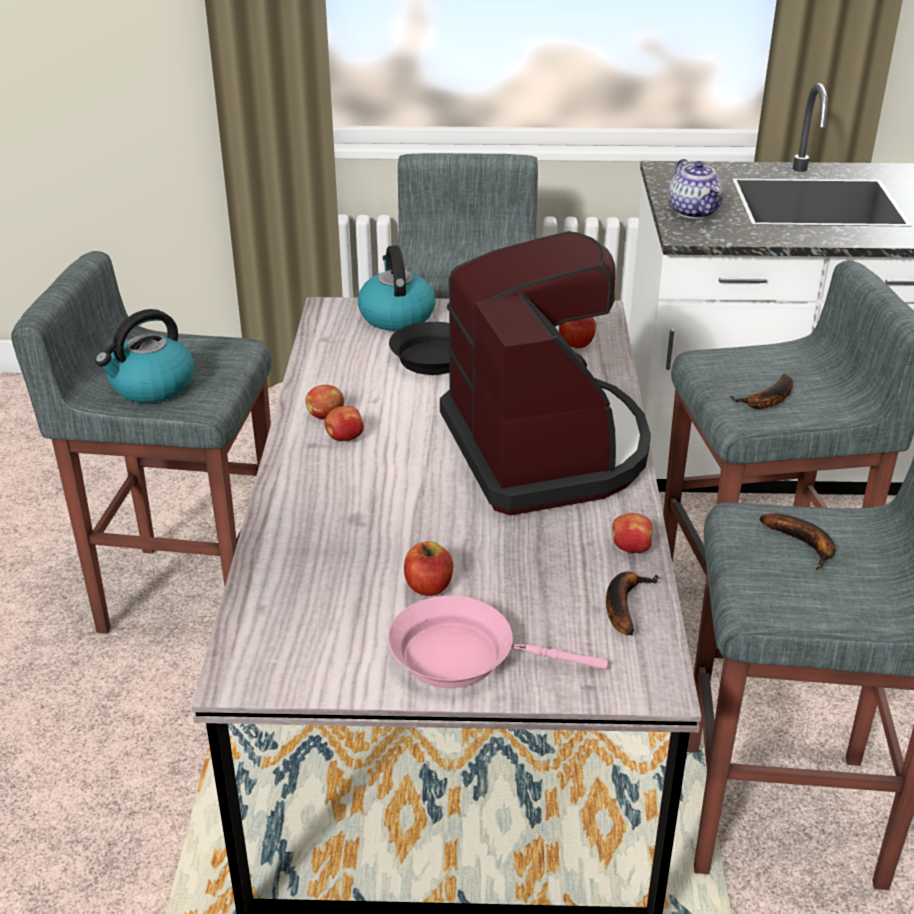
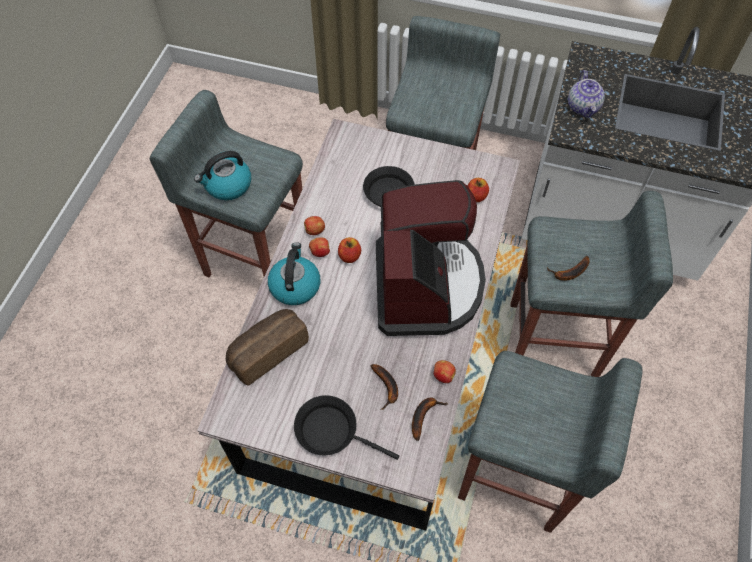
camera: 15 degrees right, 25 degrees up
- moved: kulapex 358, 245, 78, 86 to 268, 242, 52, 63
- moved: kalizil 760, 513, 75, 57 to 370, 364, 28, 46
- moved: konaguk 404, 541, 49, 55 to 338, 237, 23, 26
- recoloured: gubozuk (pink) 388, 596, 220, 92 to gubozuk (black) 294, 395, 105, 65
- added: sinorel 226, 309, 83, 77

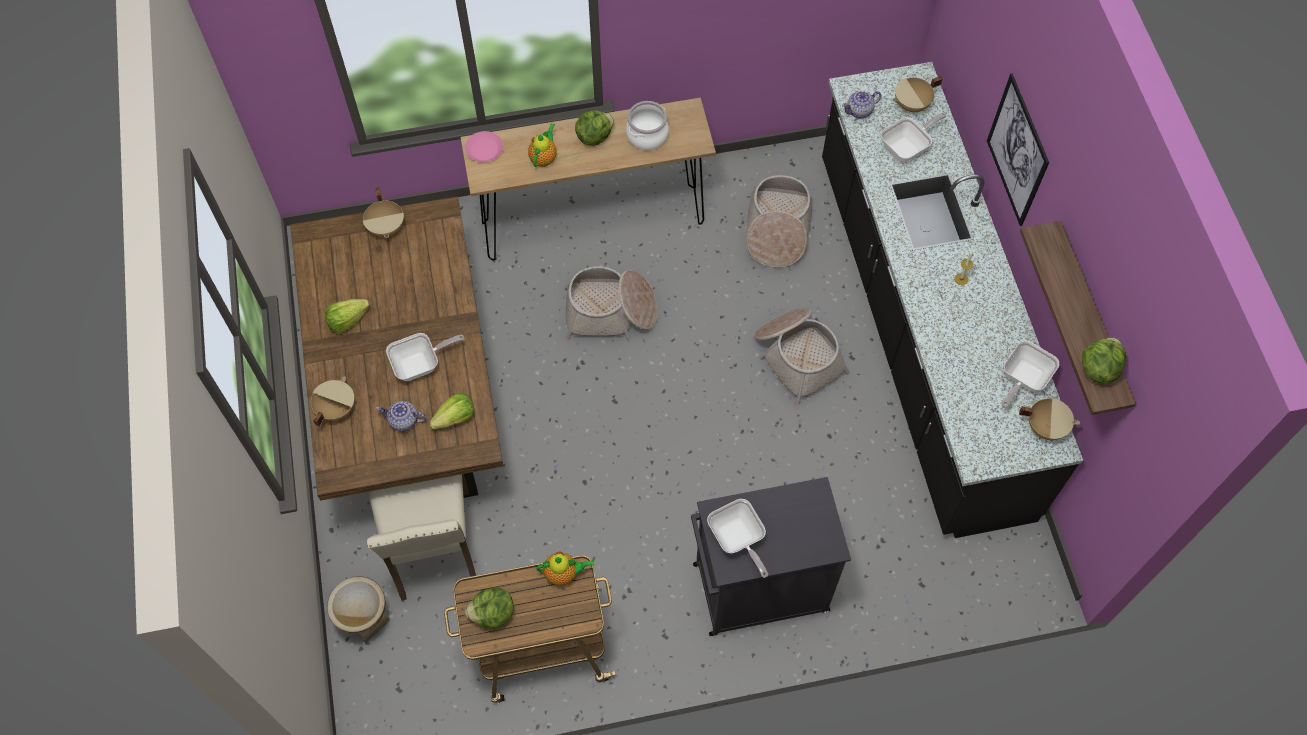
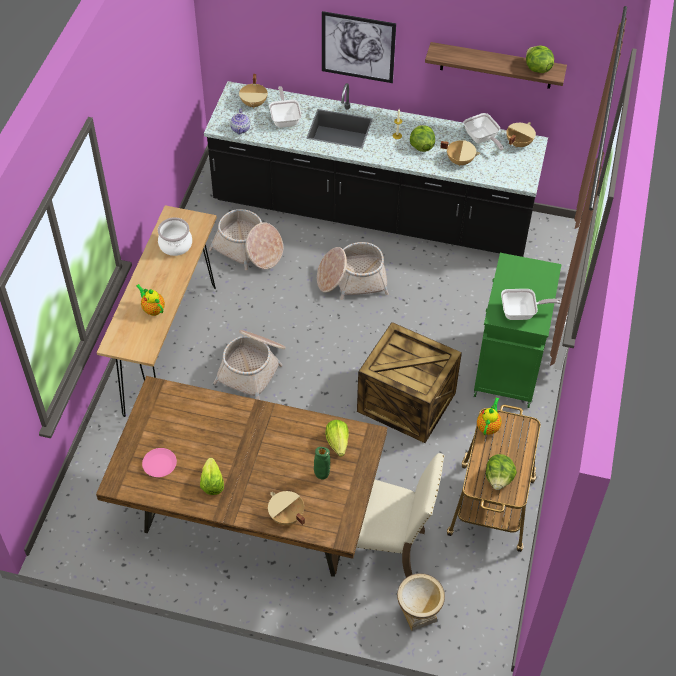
camera: 65 degrees left, 10 degrees down
- moved: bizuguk 575, 110, 39, 36 to 410, 125, 25, 27
- moved: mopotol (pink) 465, 131, 38, 31 to 142, 448, 35, 29
- moved: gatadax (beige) 363, 187, 41, 51 to 440, 140, 40, 26
- removed: gubozuk 386, 333, 79, 48
- replaced: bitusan 376, 401, 50, 30 to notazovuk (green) 314, 447, 16, 33
- recoloured: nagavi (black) 691, 477, 160, 159 to nagavi (green) 474, 253, 88, 155
- added: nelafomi 357, 322, 105, 121

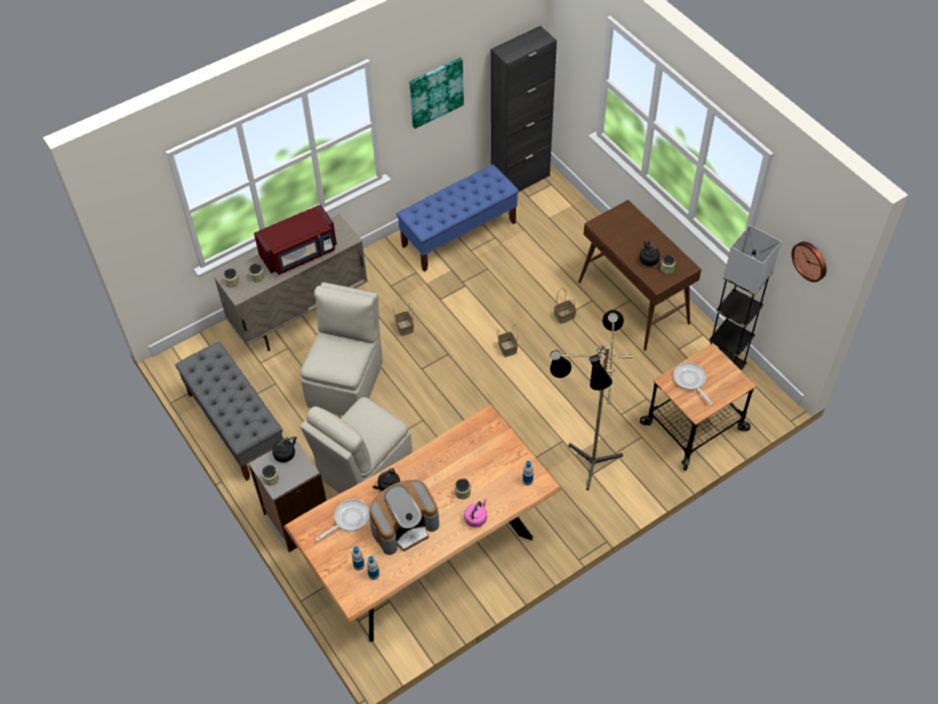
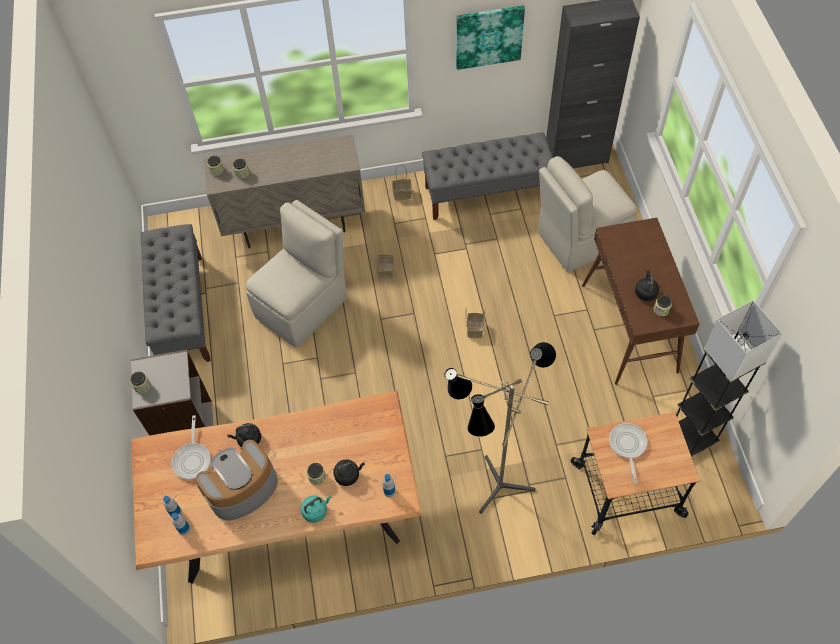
camera: 25 degrees right, 5 degrees up
- recoloured: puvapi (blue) 396, 164, 123, 108 to puvapi (grey) 422, 132, 131, 88
- removed: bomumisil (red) 254, 204, 83, 71
- removed: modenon 791, 242, 36, 40
- moved: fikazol 554, 288, 22, 36 to 392, 165, 20, 35
- moved: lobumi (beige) 300, 397, 112, 97 to 538, 156, 99, 116
- moved: kulapex (black) 272, 437, 25, 26 to 333, 460, 32, 26
- turned: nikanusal 369, 480, 70, 75 = 195, 440, 83, 81 150 degrees clockwise
- turned: gubozuk 316, 499, 54, 42 = 172, 415, 39, 65 105 degrees clockwise
- recoloured: kulapex (pink) 464, 499, 23, 29 to kulapex (turquoise) 301, 495, 30, 28

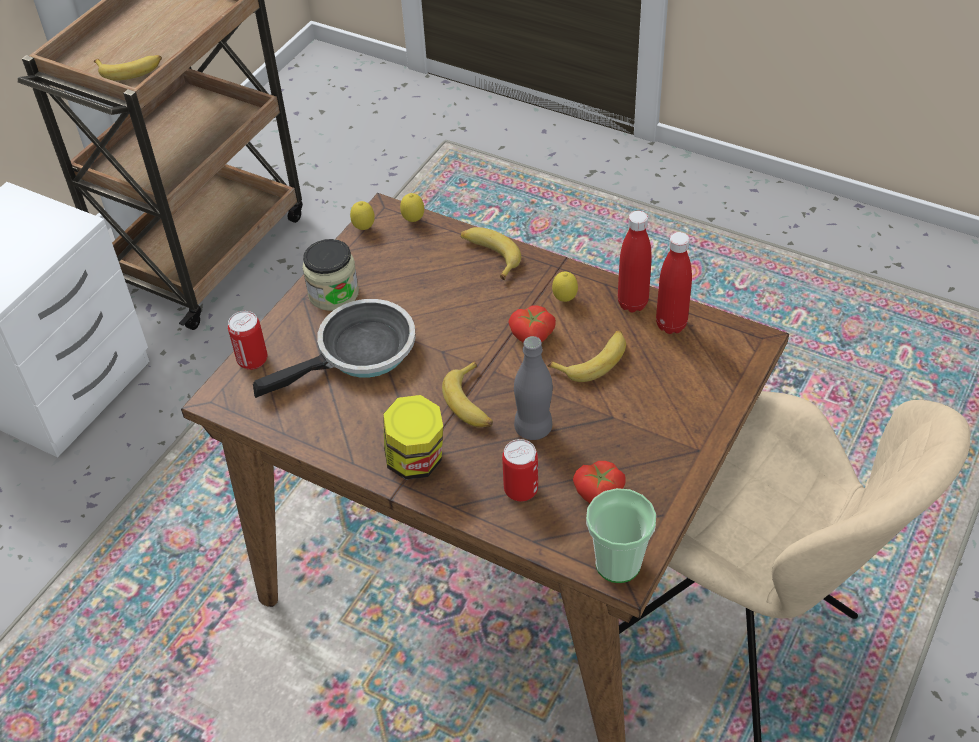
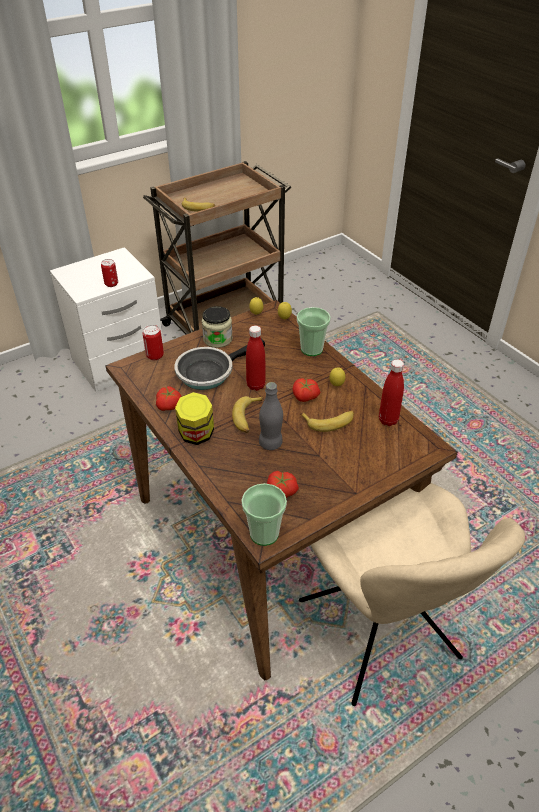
camera: 25 degrees right, 5 degrees down
- moved: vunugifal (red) 618, 211, 34, 101 to 246, 325, 20, 66
- replaced: kalizil 461, 227, 60, 53 to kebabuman 297, 307, 34, 49
- turned: gubozuk 253, 299, 163, 99 = 174, 339, 91, 51 150 degrees clockwise
- moved: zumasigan 502, 439, 36, 63 to 101, 259, 17, 28
- added: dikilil 156, 386, 26, 25

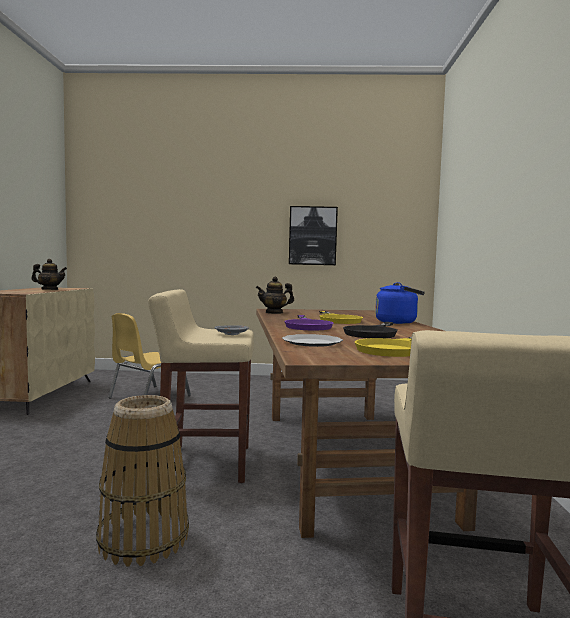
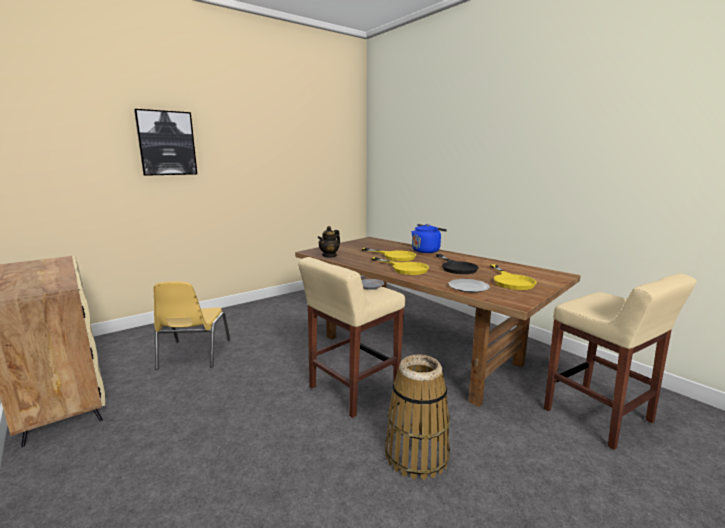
camera: 40 degrees left, 10 degrees up
- moved: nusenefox 289, 206, 49, 59 to 134, 109, 63, 67
- removed: bitusan 31, 259, 36, 31
- recoloured: gubozuk (purple) 284, 315, 49, 15 to gubozuk (yellow) 371, 257, 58, 18

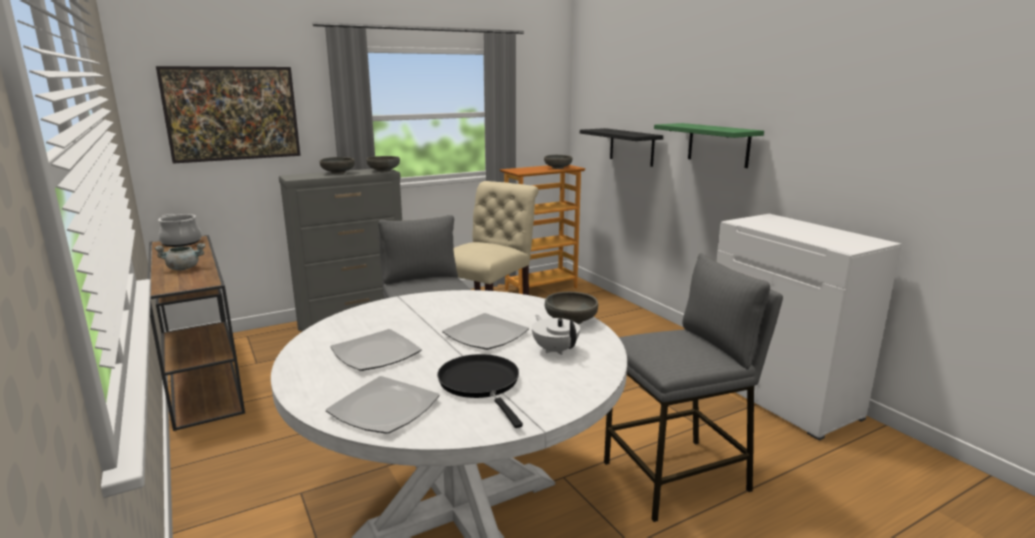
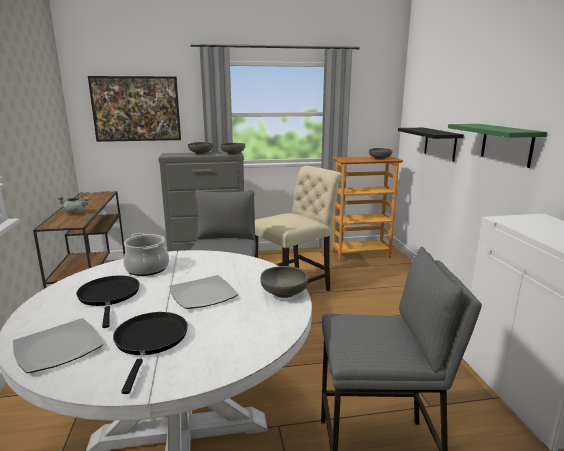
camera: 20 degrees right, 0 degrees up
- moved: gatadax 158, 214, 43, 33 to 123, 233, 46, 43
- removed: bitusan (white) 532, 315, 48, 40
- replaced: mopotol 330, 329, 92, 42 to gubozuk (black) 76, 275, 64, 53

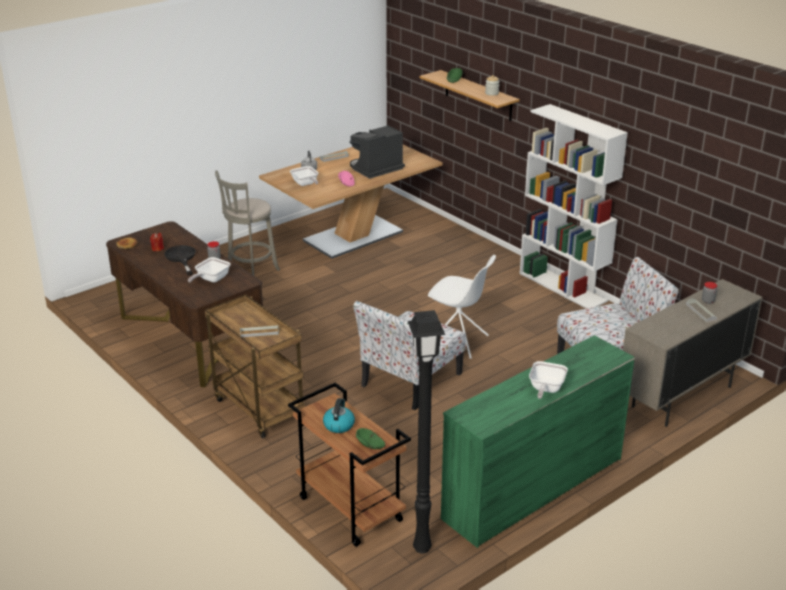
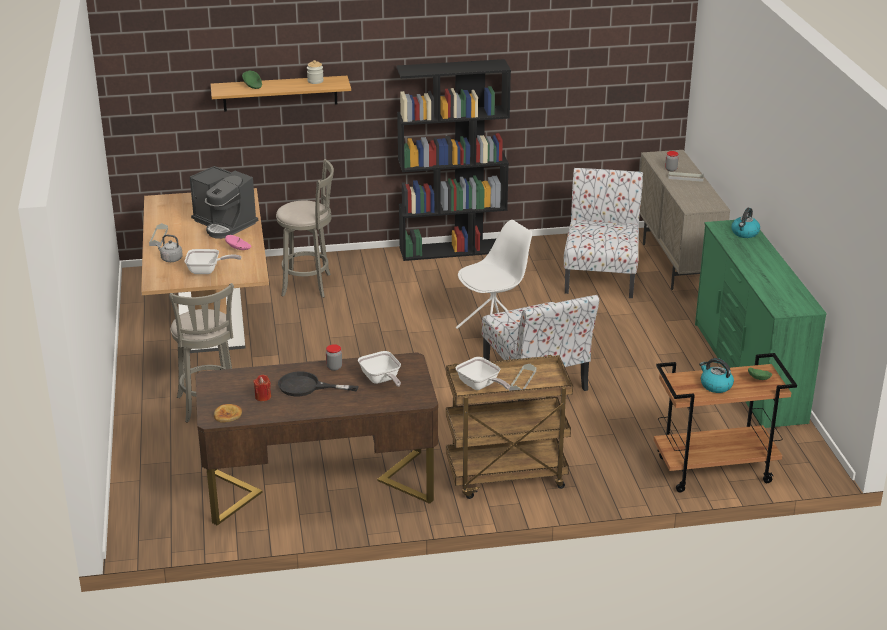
camera: 60 degrees left, 0 degrees up
- recoloured: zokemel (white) 520, 104, 108, 205 to zokemel (black) 396, 59, 115, 202
- turned: nikanusal 350, 125, 55, 54 = 190, 166, 68, 73 45 degrees counterclockwise
- removed: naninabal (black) 408, 310, 37, 244
- moved: gubozuk 529, 361, 39, 38 to 456, 357, 54, 33
- added: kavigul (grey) 276, 159, 58, 139
- added: kulapex 731, 208, 29, 30

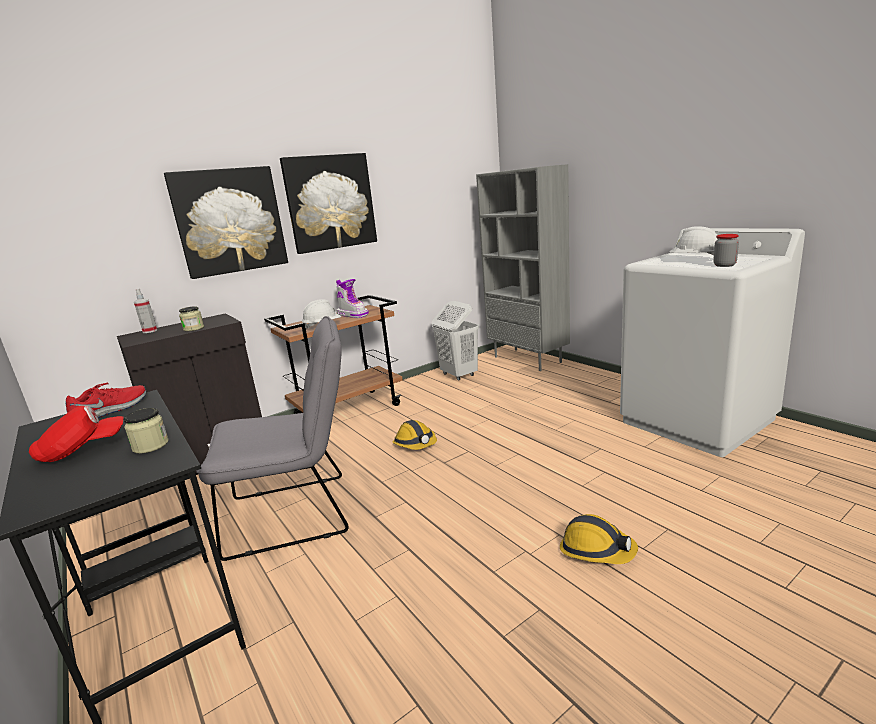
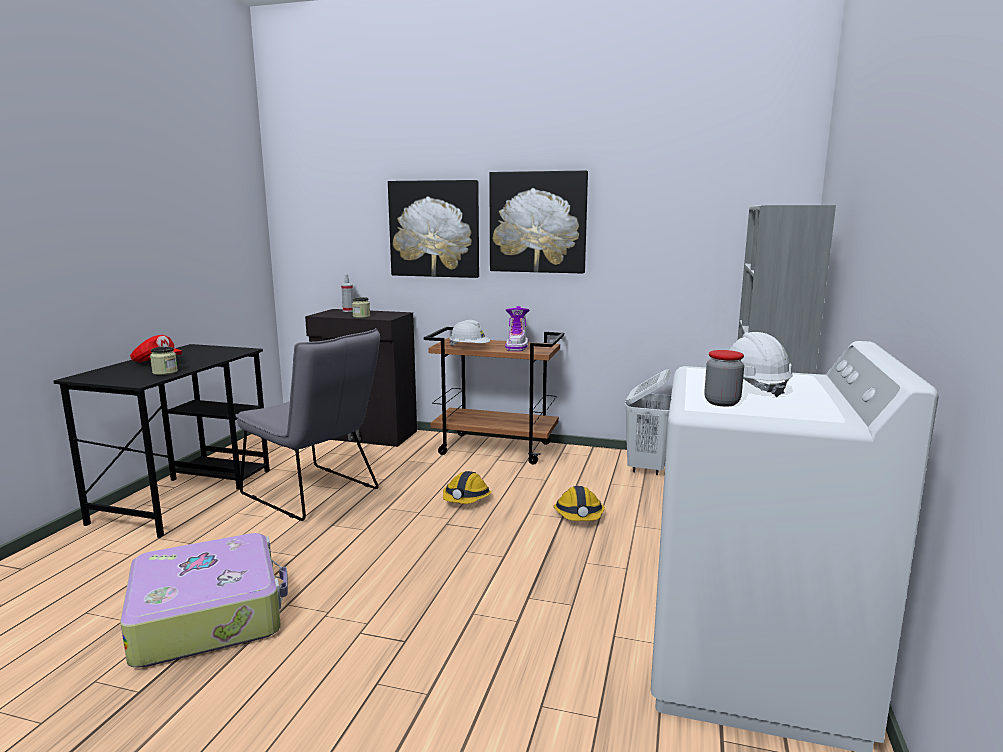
camera: 50 degrees right, 5 degrees down
- removed: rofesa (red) 65, 383, 81, 35
- moved: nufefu 560, 514, 78, 50 to 553, 486, 52, 35
- added: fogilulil 120, 533, 168, 134

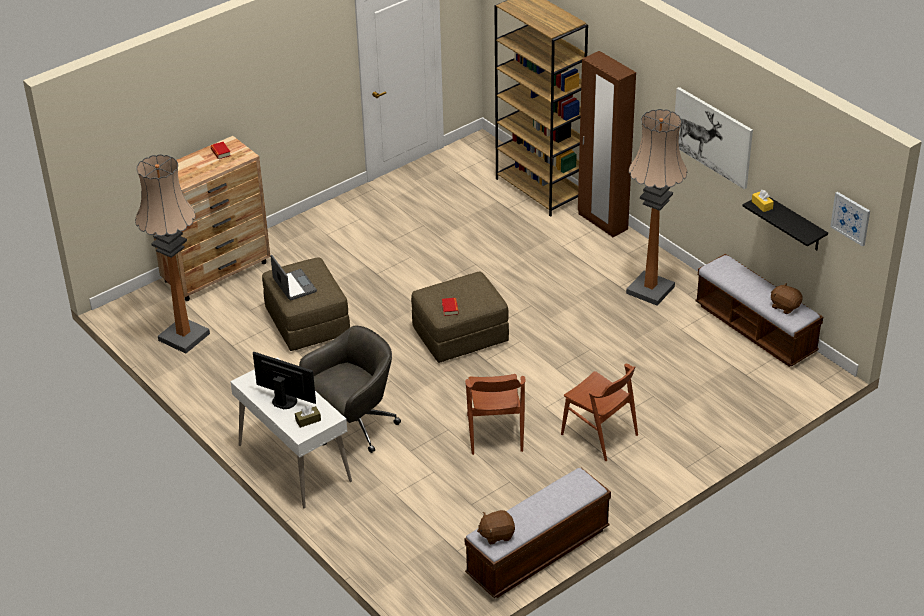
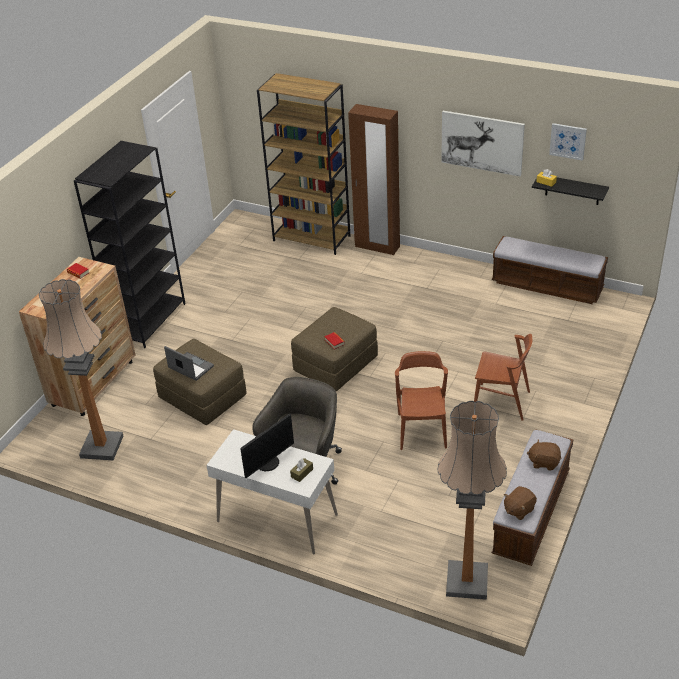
camera: 25 degrees left, 0 degrees up
- moved: naninabal 626, 109, 61, 197 to 438, 401, 69, 199
- moved: nusenefox 830, 192, 40, 55 to 549, 123, 38, 38
- moved: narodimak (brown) 771, 283, 32, 31 to 527, 439, 34, 31
- turned: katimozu 253, 352, 63, 57 = 240, 414, 54, 64 135 degrees clockwise
- turned: lobumi (brown) 465, 374, 61, 81 = 395, 351, 53, 99 150 degrees counterclockwise
- added: zokemel (black) 74, 141, 112, 207

